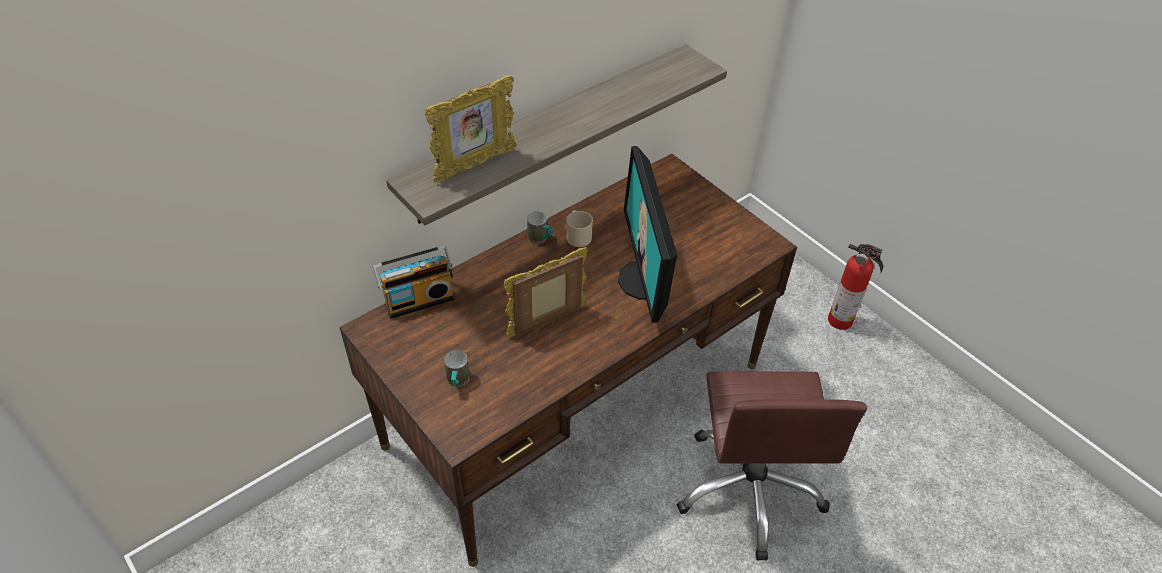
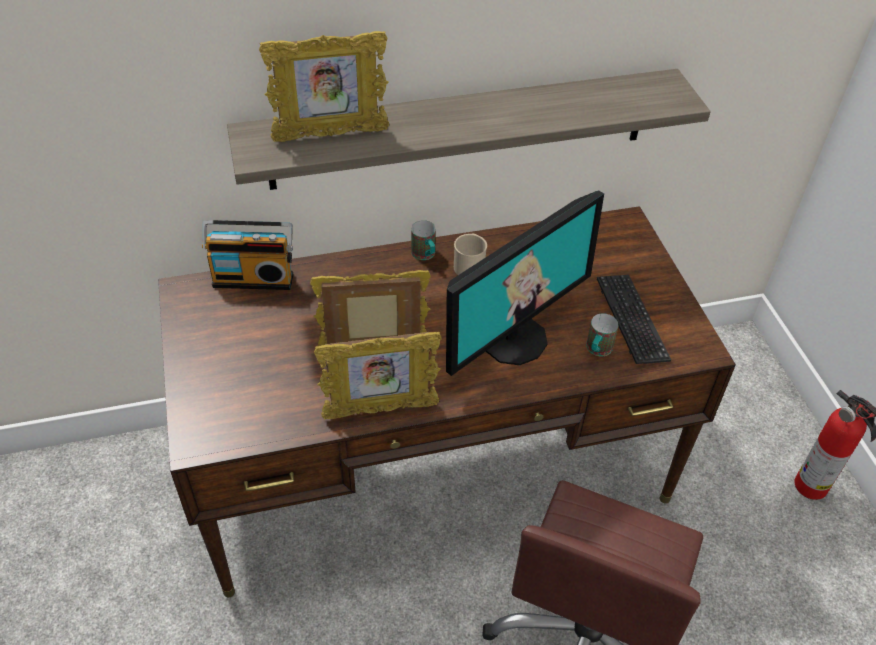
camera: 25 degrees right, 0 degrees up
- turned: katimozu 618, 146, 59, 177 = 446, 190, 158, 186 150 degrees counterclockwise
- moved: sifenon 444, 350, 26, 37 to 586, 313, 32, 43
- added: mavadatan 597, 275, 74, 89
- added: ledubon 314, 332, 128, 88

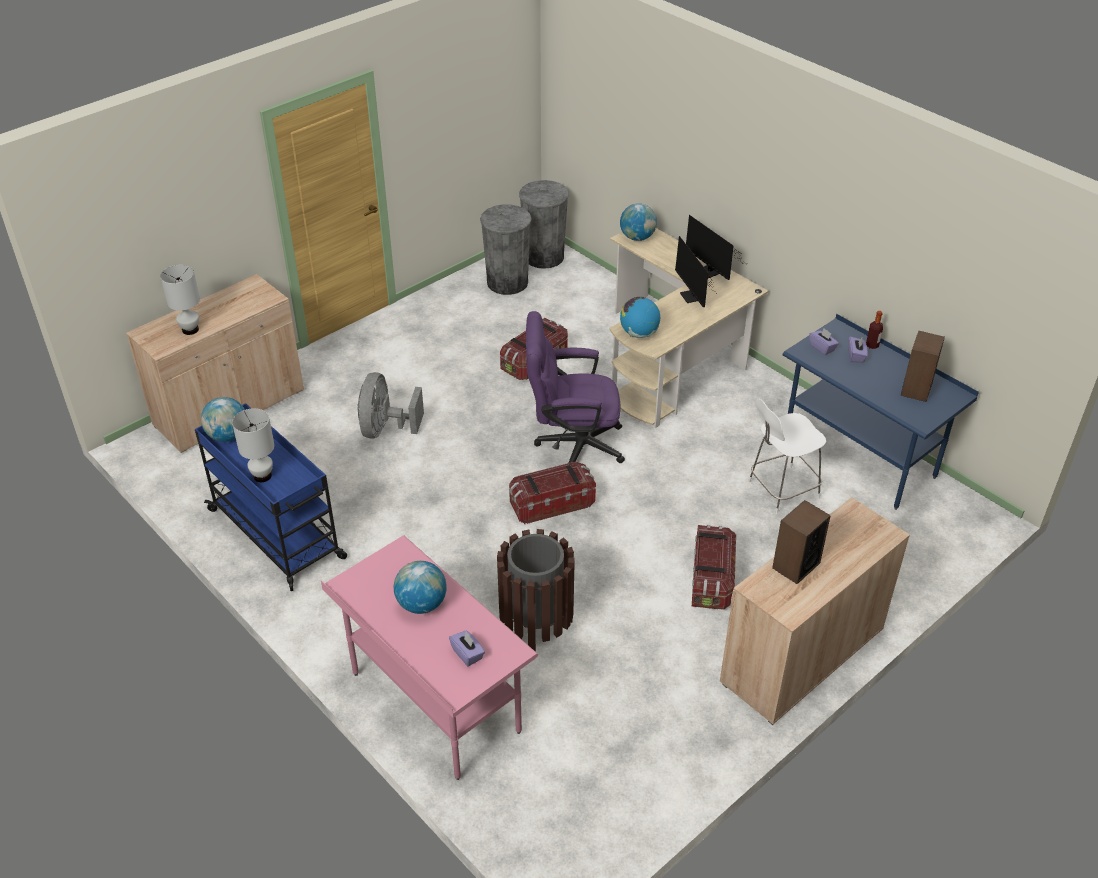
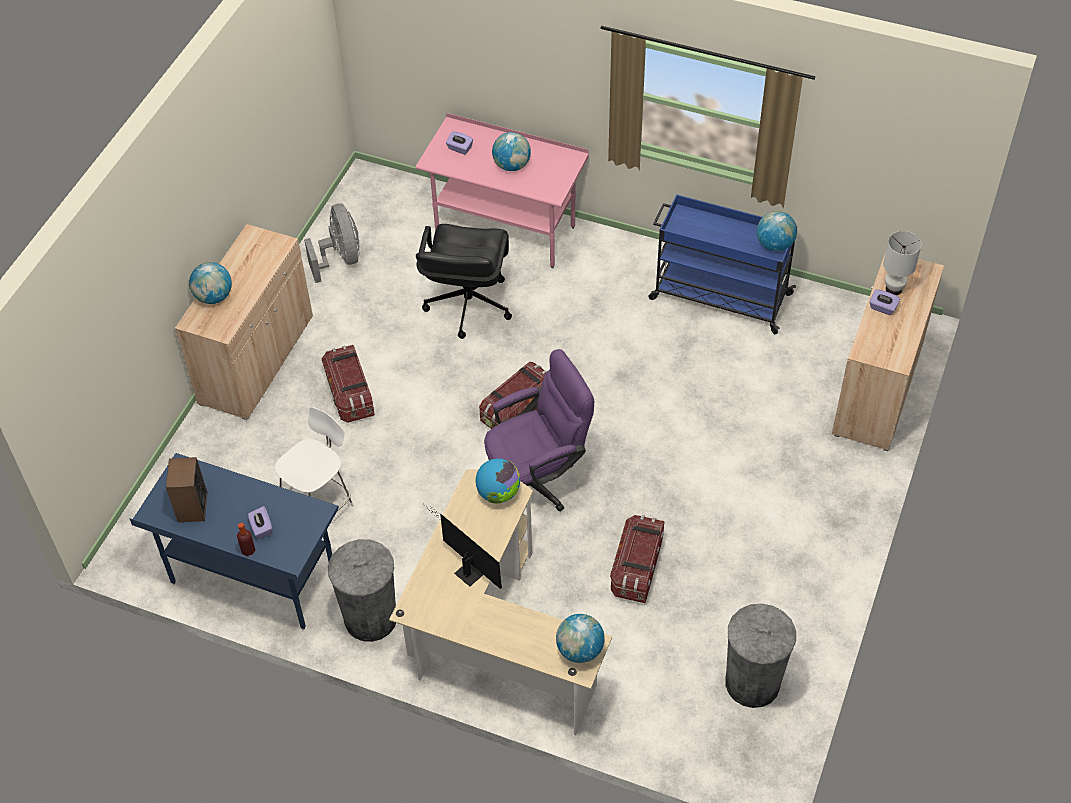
camera: 155 degrees right, 10 degrees up
- moved: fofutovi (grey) 519, 180, 50, 89 to 328, 539, 68, 103
- removed: katimozu 686, 215, 61, 65
- moved: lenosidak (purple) 809, 328, 30, 27 to 869, 289, 31, 26
- moved: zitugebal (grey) 357, 372, 67, 67 to 304, 203, 56, 80
- removed: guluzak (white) 232, 408, 42, 74
- removed: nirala 772, 500, 59, 84
- replaced: fofutovi (brown) 497, 529, 78, 123 to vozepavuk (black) 416, 224, 96, 115
- added: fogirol 189, 262, 43, 42

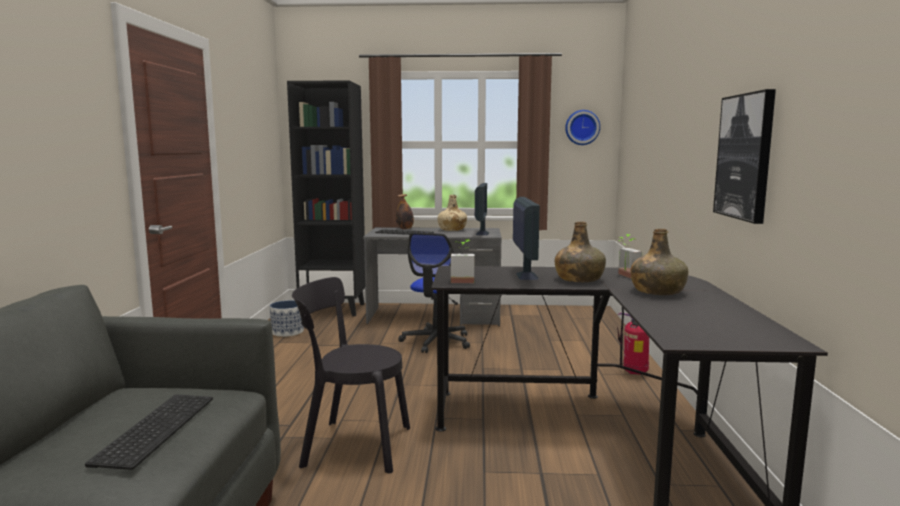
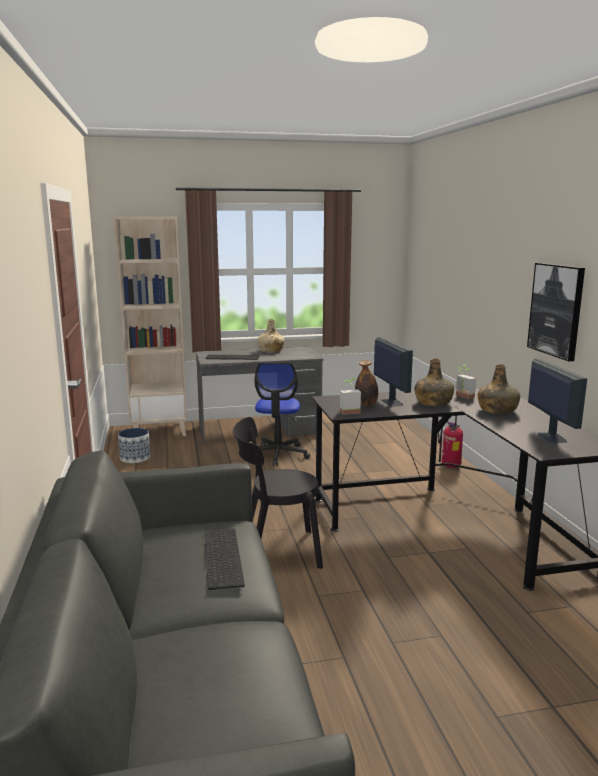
camera: 15 degrees left, 5 degrees up
- recoloured: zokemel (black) 287, 80, 78, 236 to zokemel (beige) 114, 217, 73, 219
- removed: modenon 565, 110, 35, 35
- moved: katimozu 475, 183, 15, 52 to 528, 358, 59, 85
- moved: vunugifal 396, 194, 18, 35 to 355, 360, 23, 47

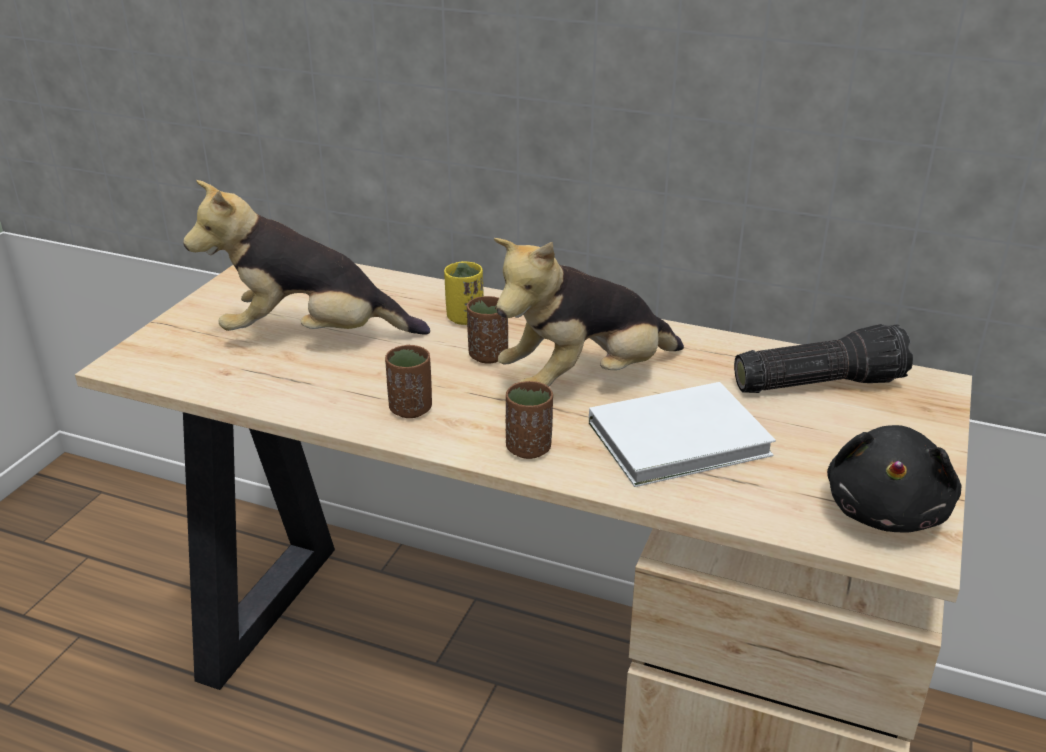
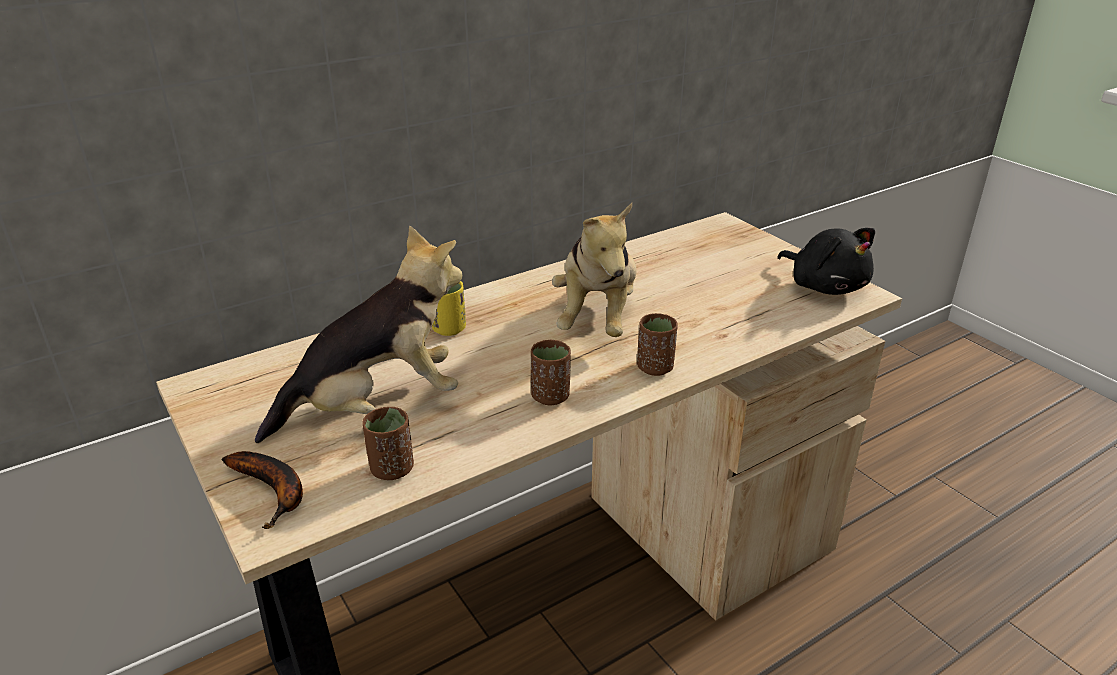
camera: 55 degrees left, 0 degrees up
- turned: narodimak 183, 180, 247, 155 = 255, 225, 208, 218 150 degrees counterclockwise
- moved: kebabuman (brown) 467, 296, 41, 68 to 362, 407, 52, 73
- removed: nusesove 734, 324, 179, 69
- removed: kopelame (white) 589, 382, 187, 105
- added: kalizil 222, 451, 81, 78

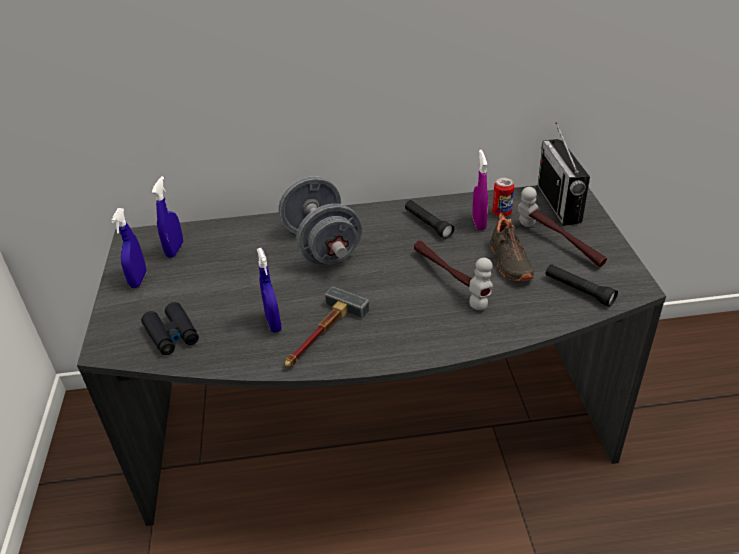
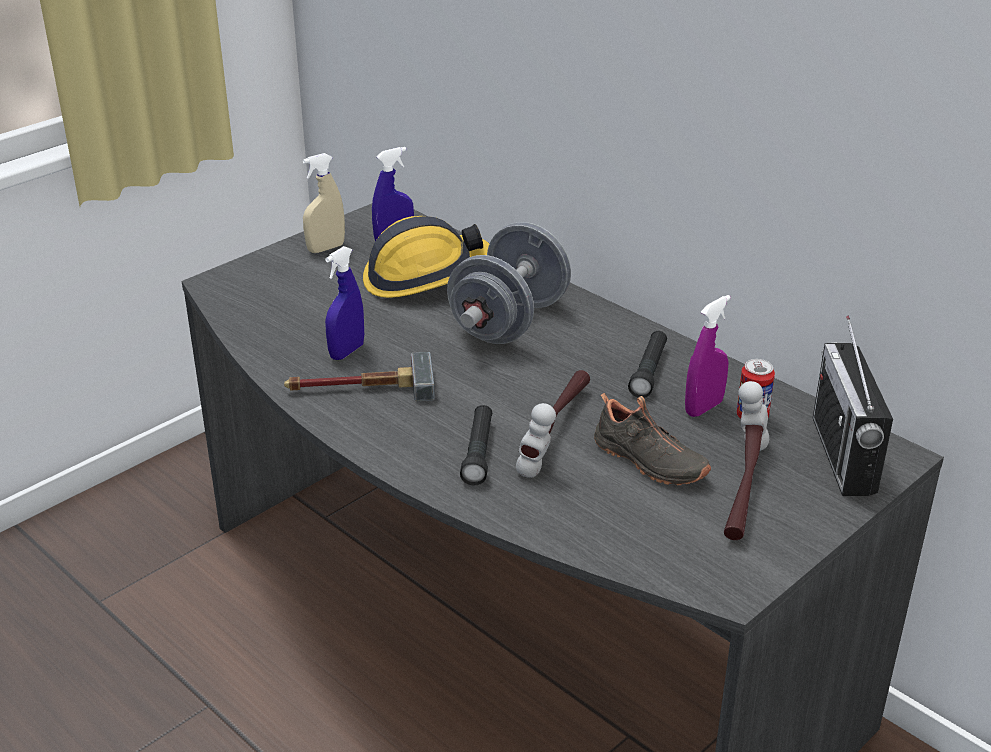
camera: 50 degrees right, 5 degrees down
- turned: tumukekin 538, 122, 52, 104 = 813, 316, 80, 180 45 degrees counterclockwise
- recoloured: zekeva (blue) 111, 208, 36, 80 to zekeva (beige) 303, 153, 42, 100
- turned: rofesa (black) 490, 213, 44, 68 = 594, 393, 117, 92 90 degrees counterclockwise
- moved: nusesove (black) 546, 264, 72, 43 to 460, 405, 32, 80
- removed: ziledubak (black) 141, 302, 58, 53
- added: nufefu 363, 216, 126, 82

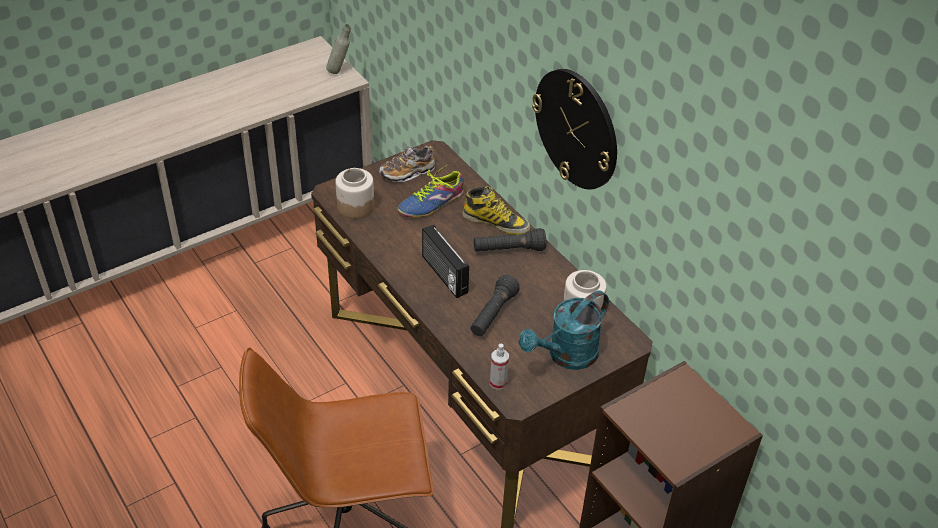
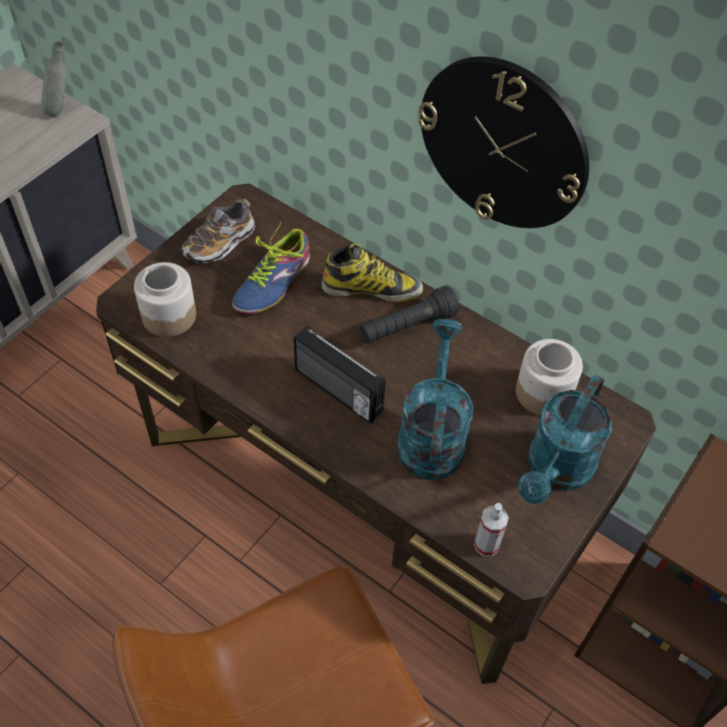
camera: 20 degrees left, 10 degrees up
- replaced: nusesove (black) 470, 275, 49, 61 to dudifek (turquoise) 397, 319, 76, 161

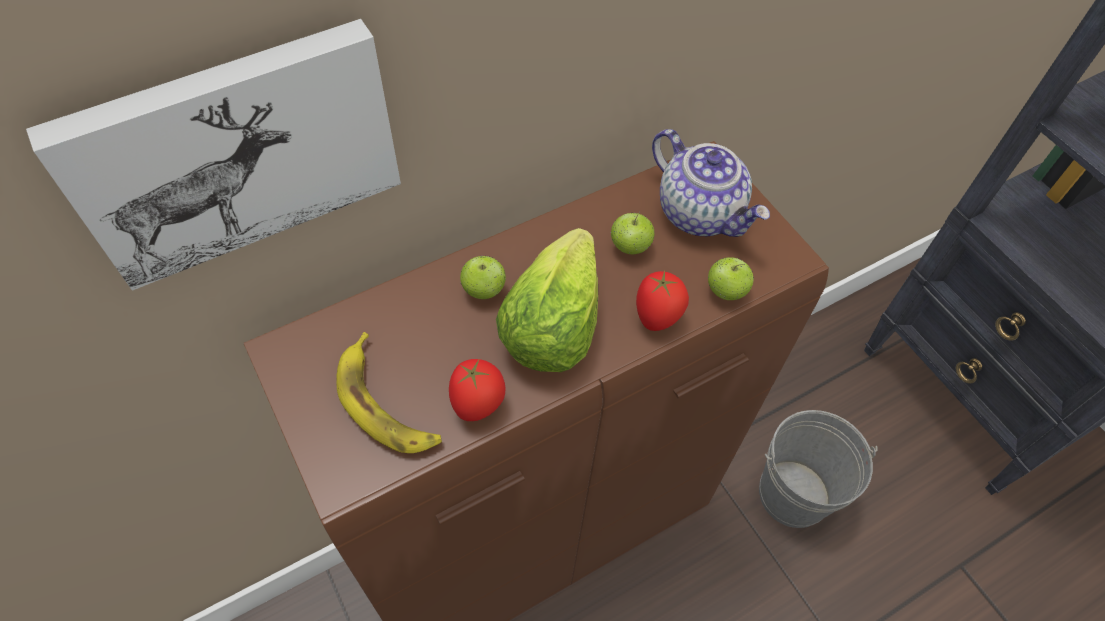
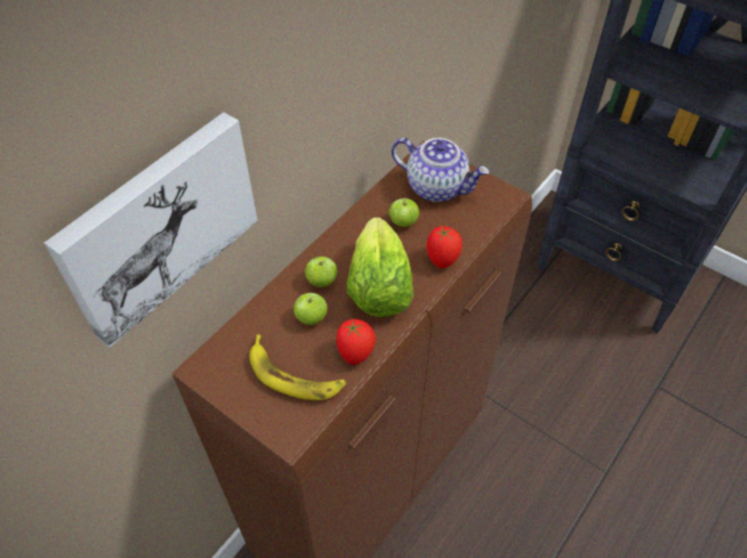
camera: 20 degrees left, 5 degrees down
- moved: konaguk 708, 257, 46, 43 to 294, 292, 33, 33
- removed: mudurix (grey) 759, 410, 119, 118

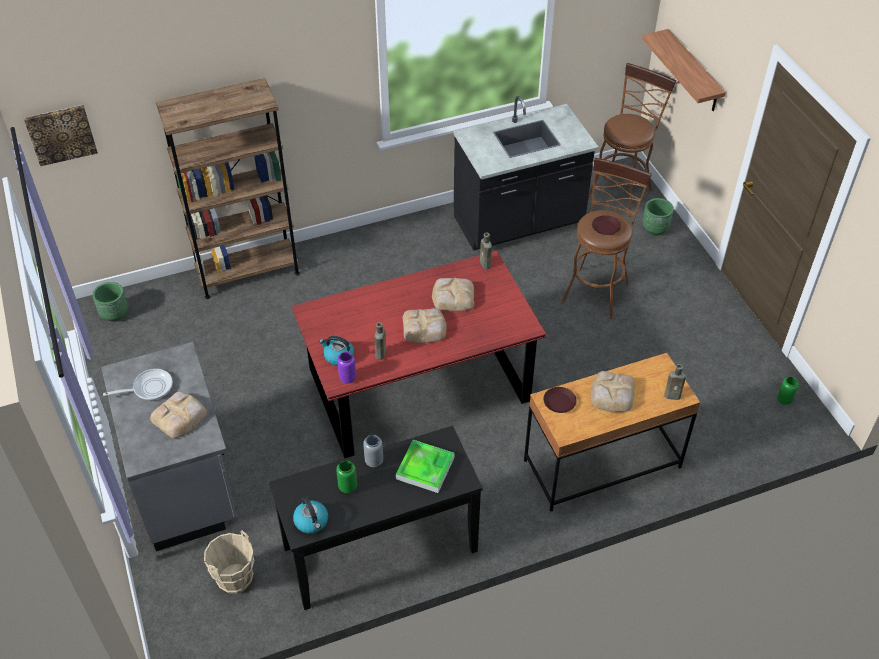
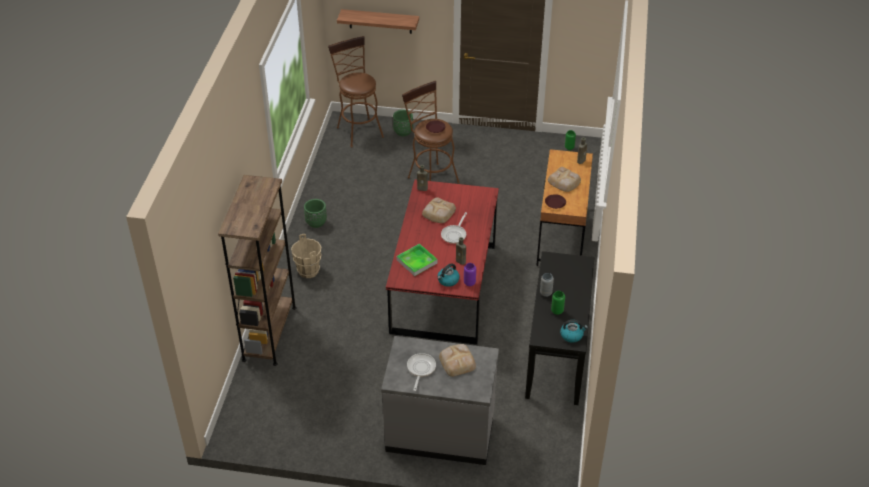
camera: 60 degrees left, 5 degrees down
- removed: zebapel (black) 453, 96, 146, 155
- removed: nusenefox 24, 105, 74, 61
- moved: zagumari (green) 92, 282, 36, 40 to 304, 199, 23, 29
- replaced: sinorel 403, 308, 44, 35 to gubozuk 441, 212, 26, 32
- moved: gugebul 396, 440, 58, 53 to 397, 244, 41, 32
- moved: mudurix (beige) 204, 530, 51, 64 to 291, 234, 31, 44

